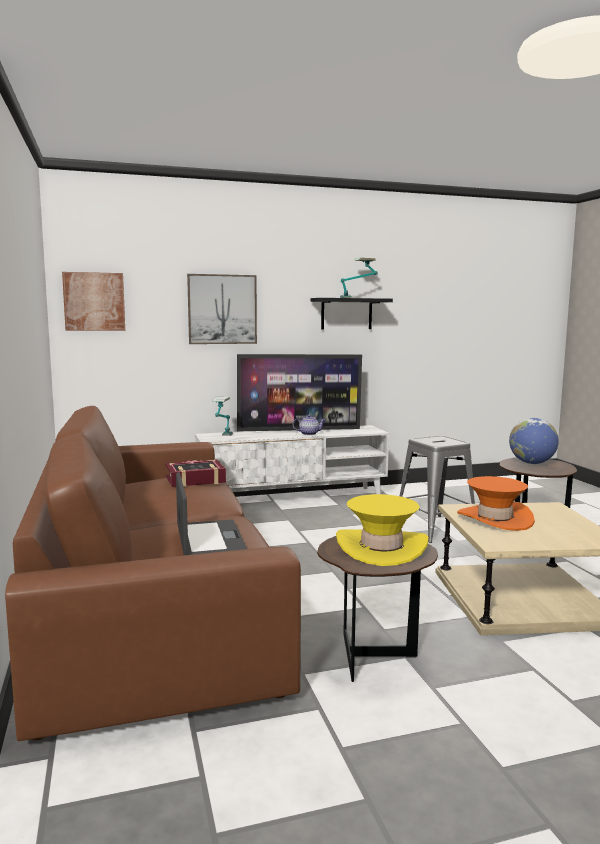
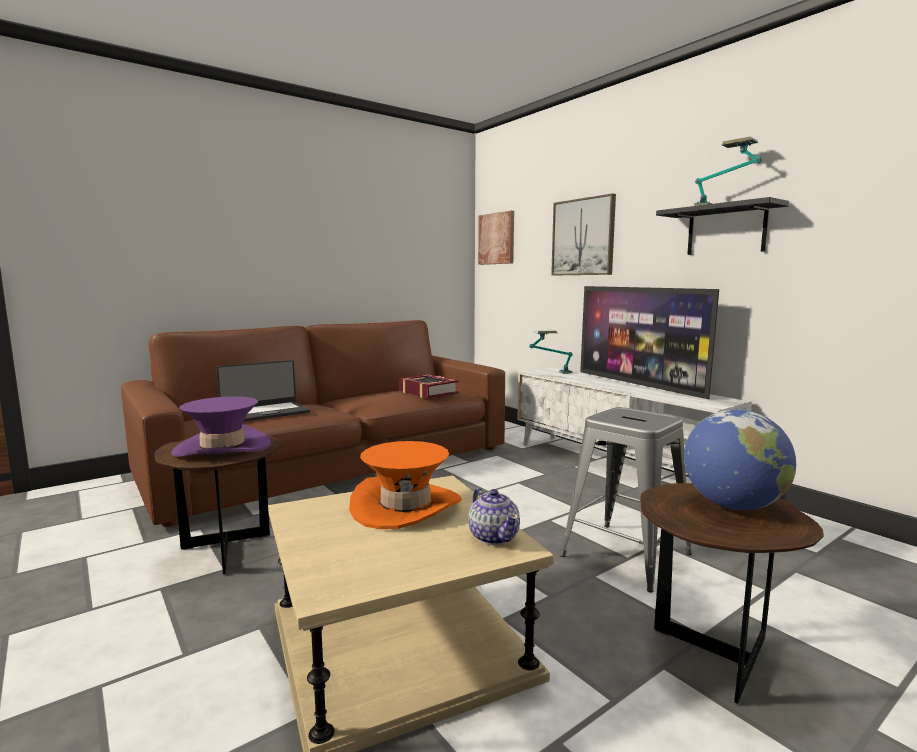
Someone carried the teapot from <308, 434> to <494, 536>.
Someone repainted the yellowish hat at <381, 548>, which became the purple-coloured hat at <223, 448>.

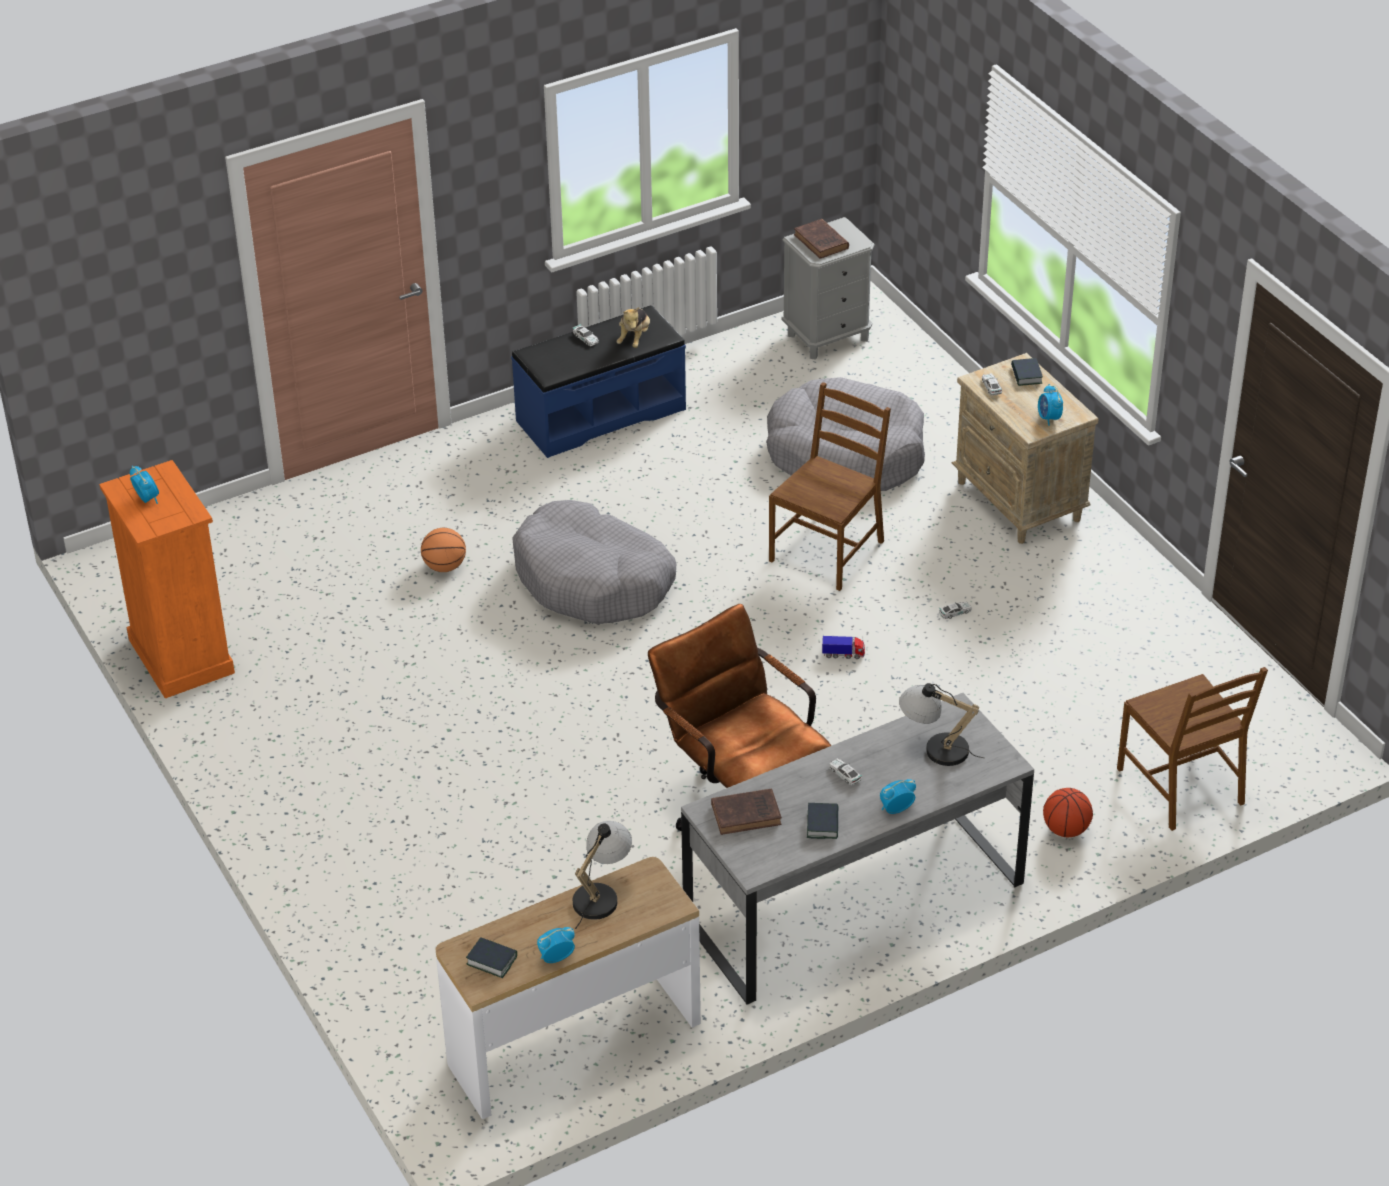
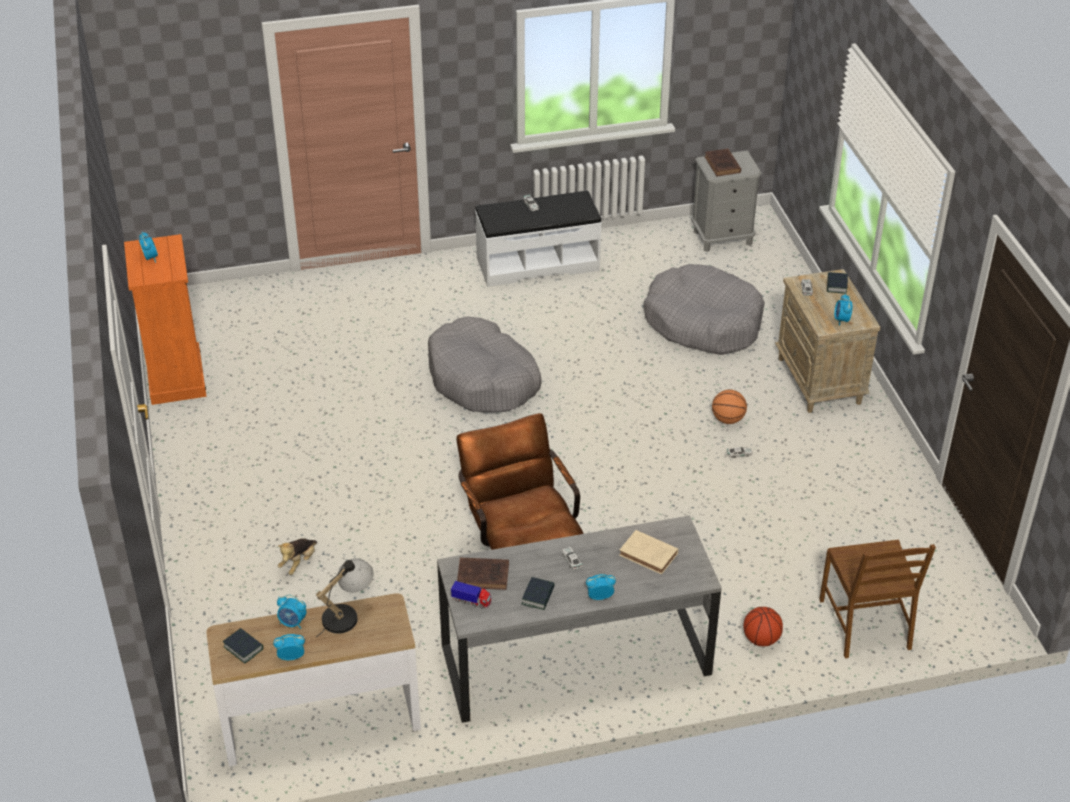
Someone took away the brown-coloured upright chair at <828, 551>.
Someone put down the alarm clock at <292, 623>.
Someone carried the basketball from <444, 567> to <728, 419>.
Someone carried the cuddly toy from <634, 338> to <298, 562>.
Someone carried the toy truck from <843, 654> to <471, 601>.
Someone swapped the lamp for a table at <935, 748> for the beige-coloured bound book at <650, 555>.
Someone repainted the blue indoor bench at <600, 414>, which became the white indoor bench at <537, 263>.

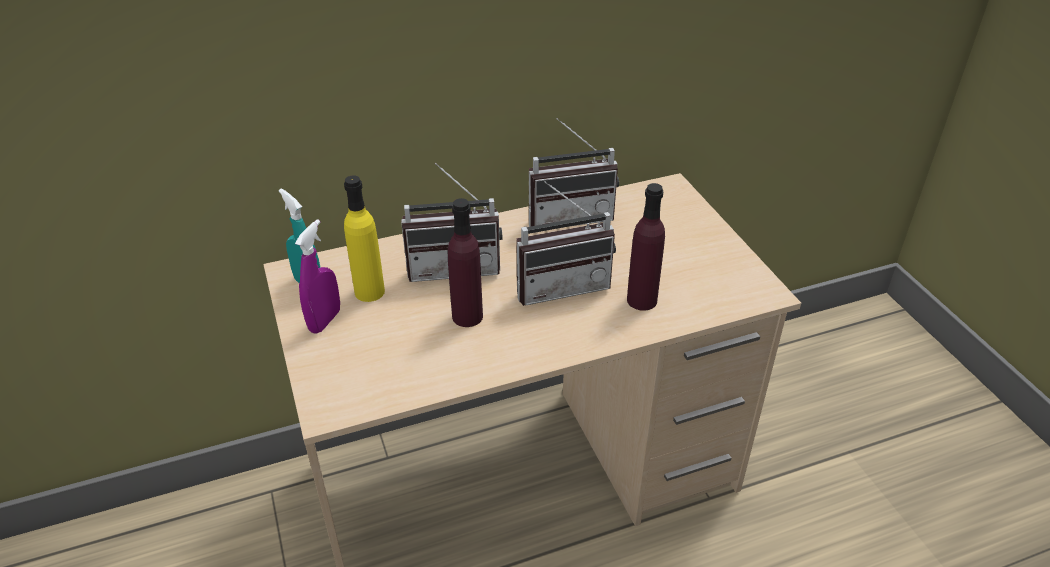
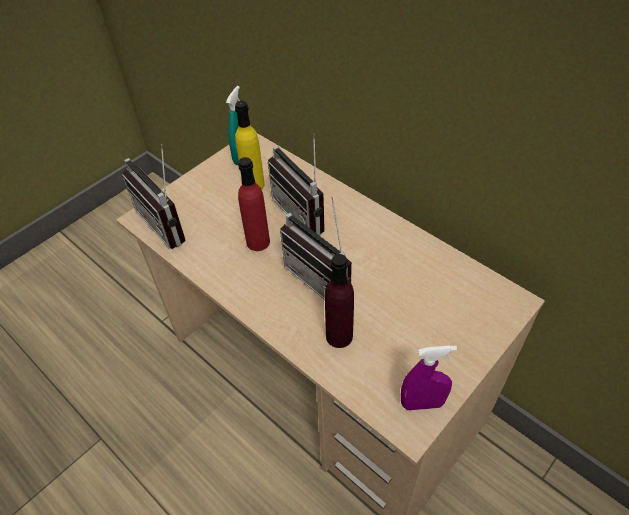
Someone carried the purple-coloured sprayer from <325, 321> to <422, 403>.
Someone carried the radio set from <569, 216> to <169, 223>.
Someone repainted the purple-coloured bottle at <467, 316>, which became the red bottle at <258, 242>.

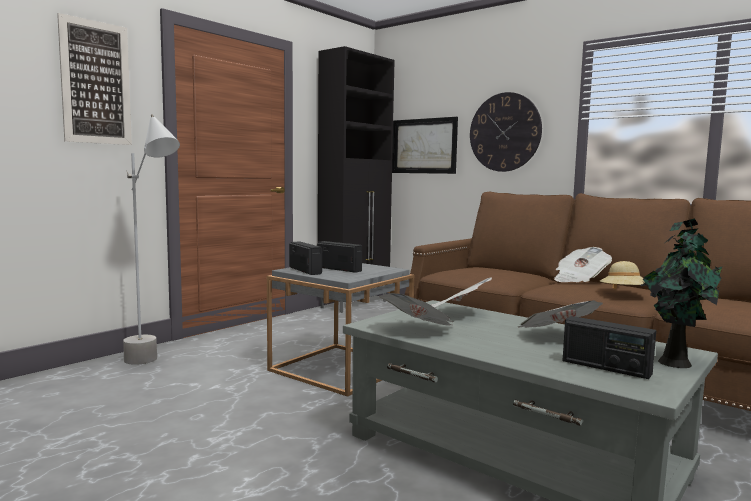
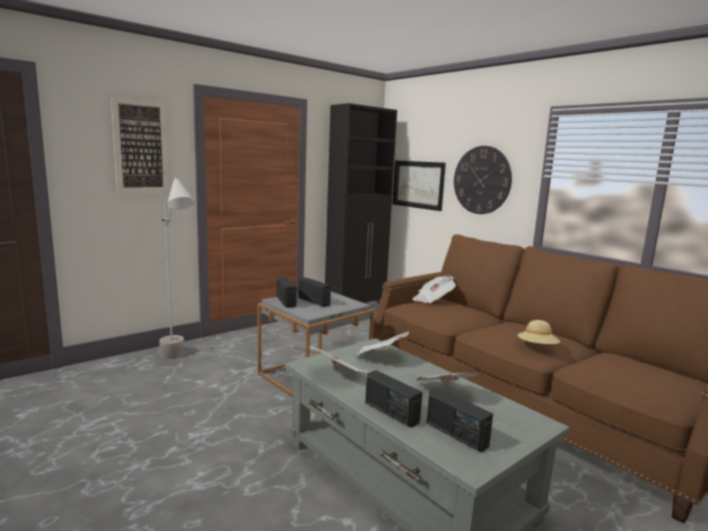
Someone took away the potted plant at <673, 362>.
Someone put down the radio set at <391, 413>.
Someone carried the newspaper from <579, 280> to <432, 300>.

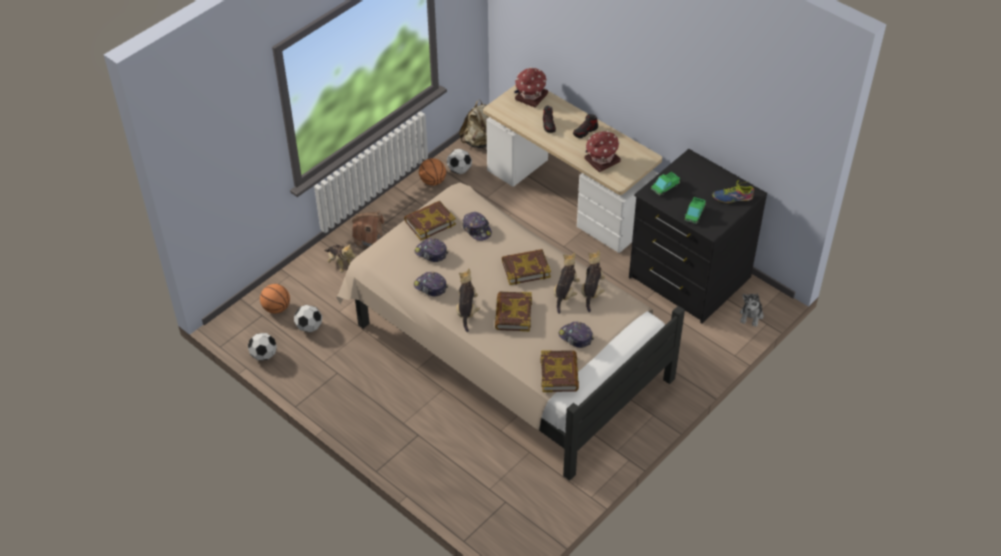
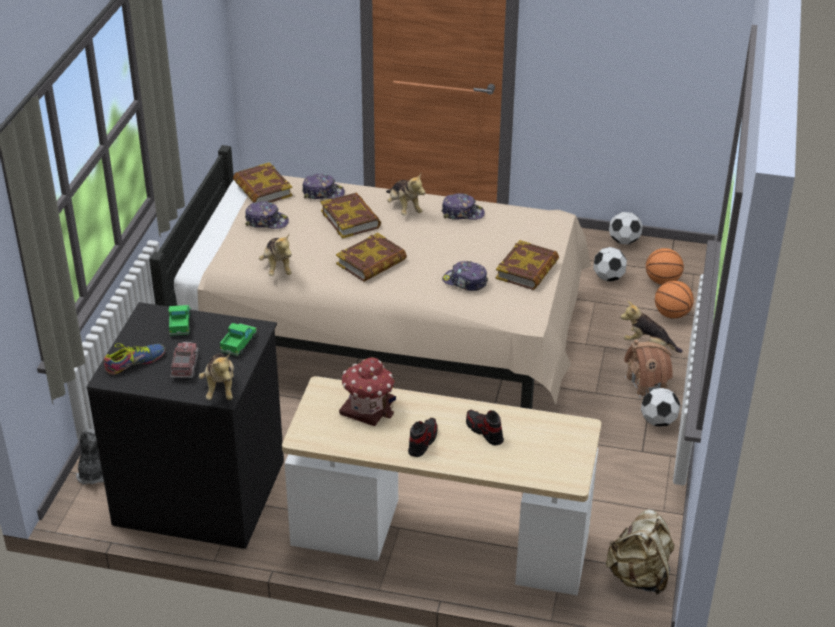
Someone took away the model house at <530, 97>.
Someone put down the toy truck at <185, 366>.
Someone carried the baseball cap from <431, 253> to <323, 193>.
Someone carried the basketball from <433, 181> to <672, 314>.
Someone carried the football ball from <459, 170> to <658, 421>.
Someone carried the cuddly toy from <565, 293> to <220, 388>.

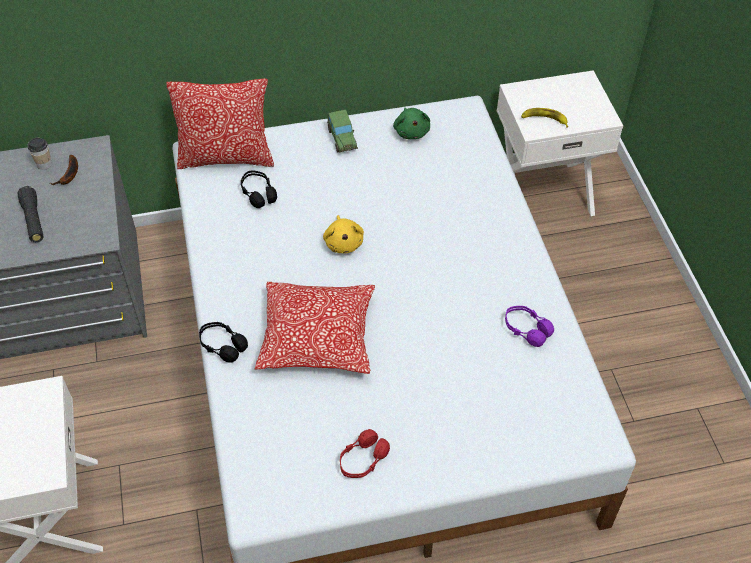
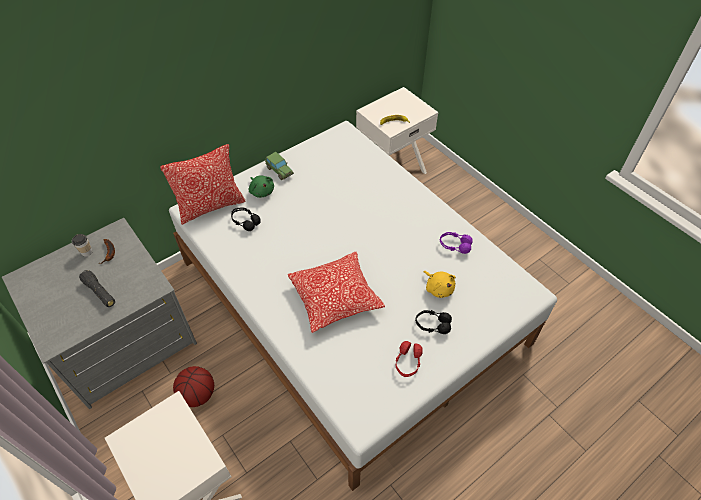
Someone put down the basketball at <197, 394>.
Someone carried the black-coloured headset from <222, 346> to <432, 325>.
Someone carried the yellowish cuddly toy from <344, 242> to <438, 288>.
Someone carried the green cuddly toy from <411, 131> to <261, 191>.

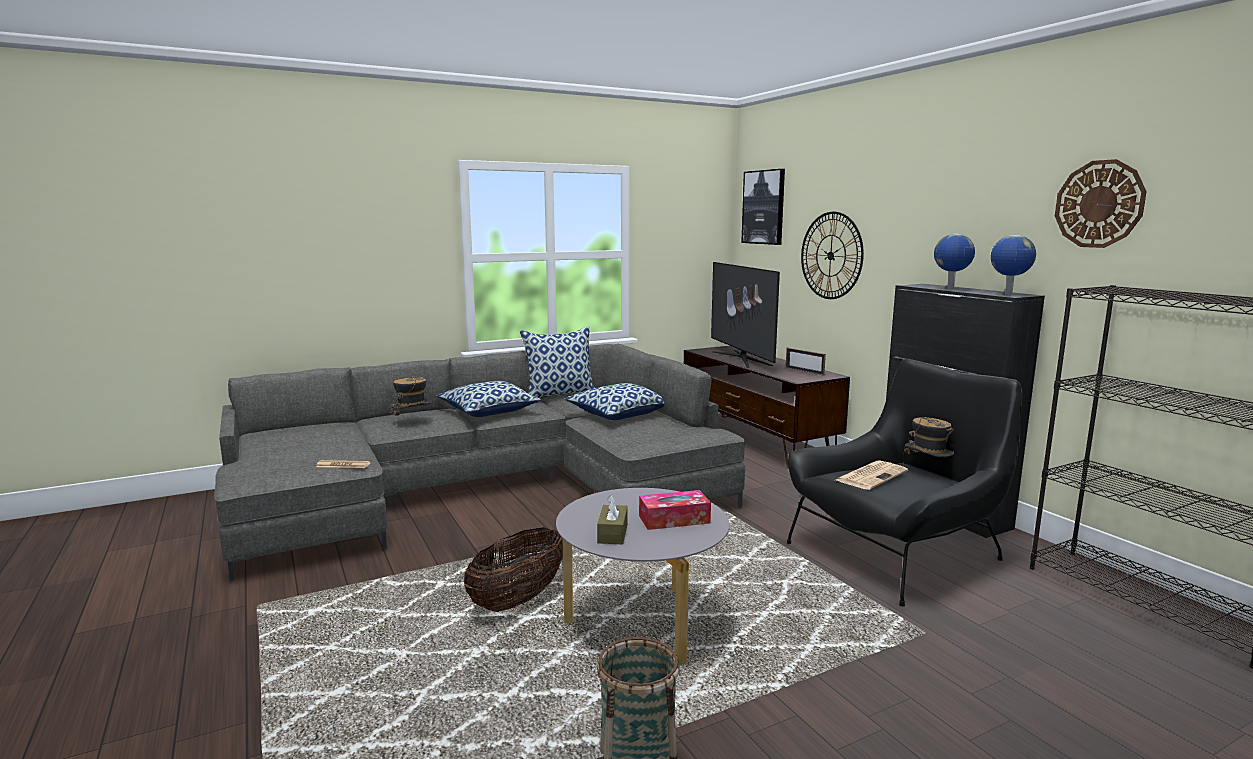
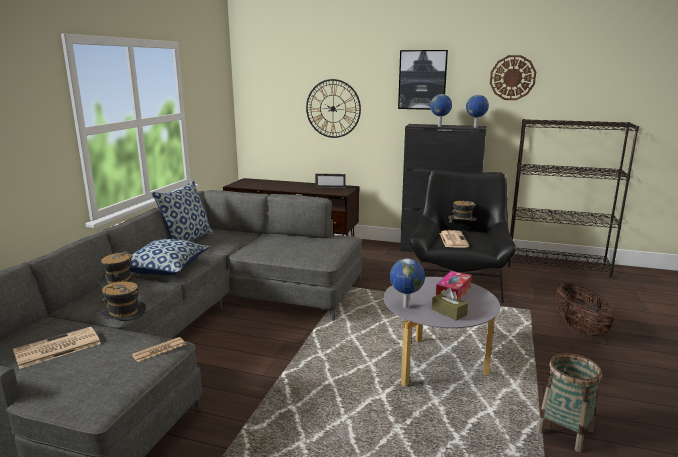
Someone took away the throw pillow at <618, 414>.
Someone took away the TV at <741, 358>.
Someone put down the newspaper at <56, 348>.
Someone put down the hat at <126, 332>.
Someone put down the globe at <405, 306>.
Someone carried the household basket from <518, 600> to <579, 328>.
Someone carried the wall art from <764, 207> to <422, 80>.

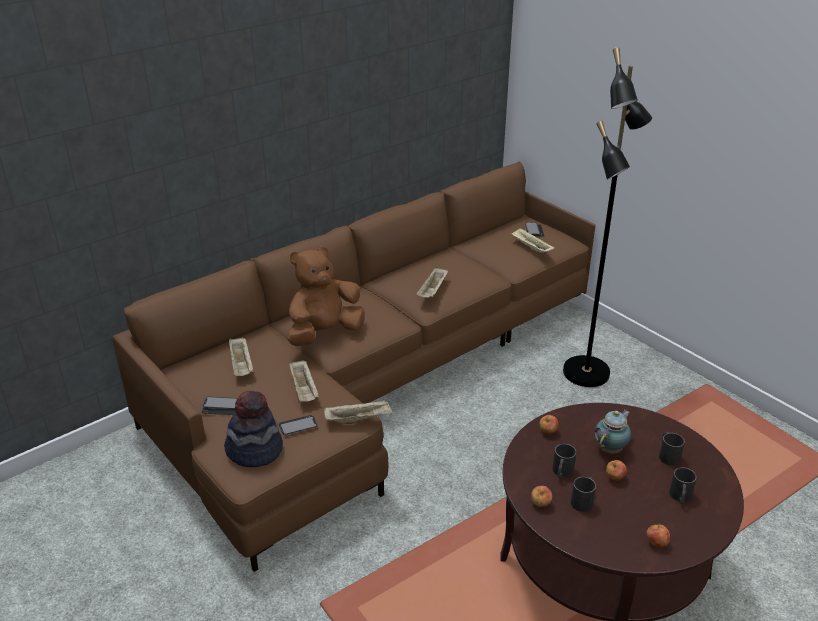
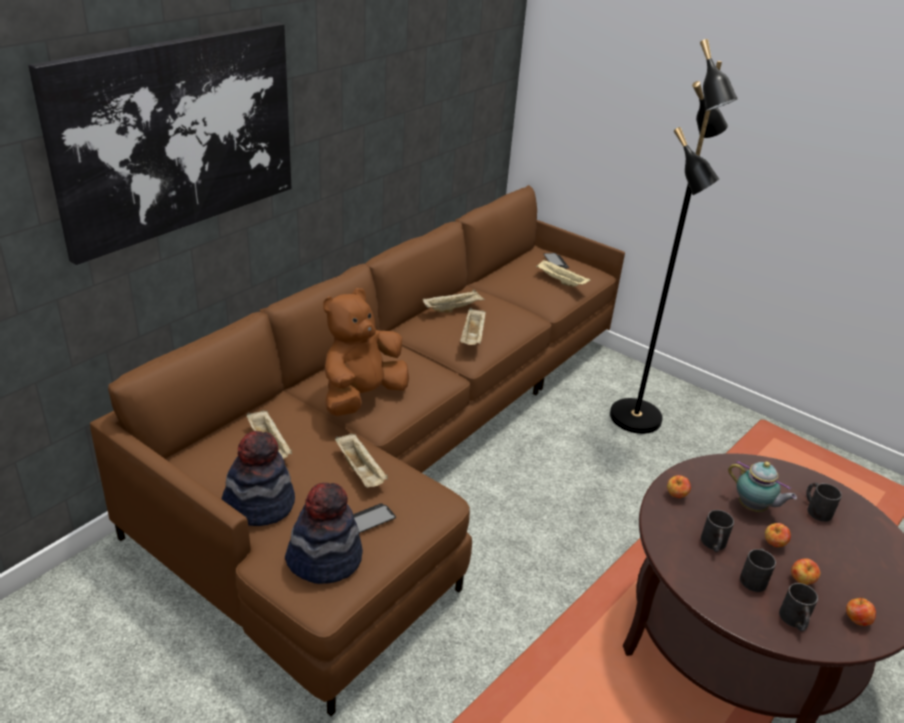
Someone put up the wall art at <178, 135>.
Someone carried the beige-coloured serving tray from <359, 419> to <453, 309>.
Someone carried the apple fruit from <540, 504> to <801, 580>.
Someone carried the black-coloured tea mug from <680, 497> to <795, 621>.
Someone swapped the handset at <220, 407> for the hat at <259, 504>.
Someone rotated the teapot at <611, 448> by 105 degrees clockwise.

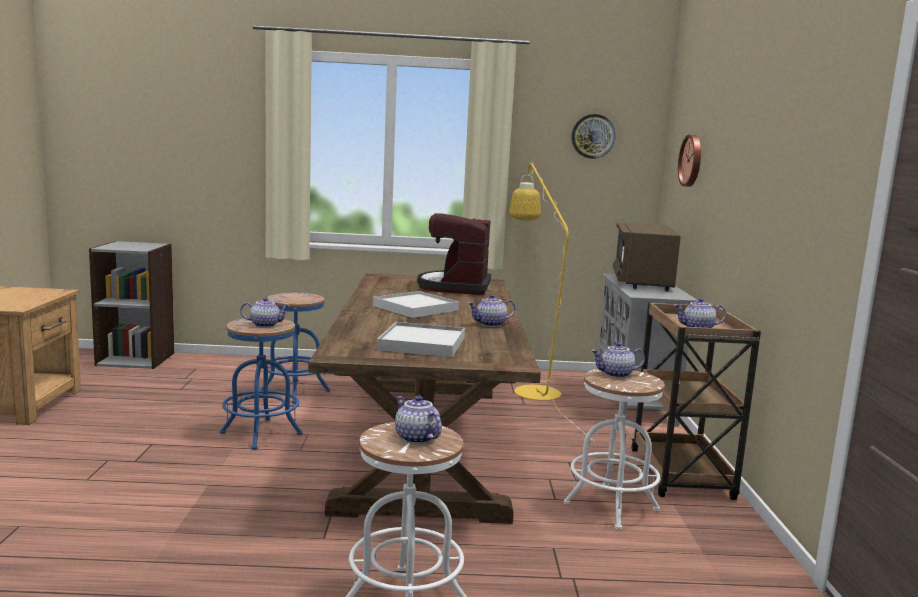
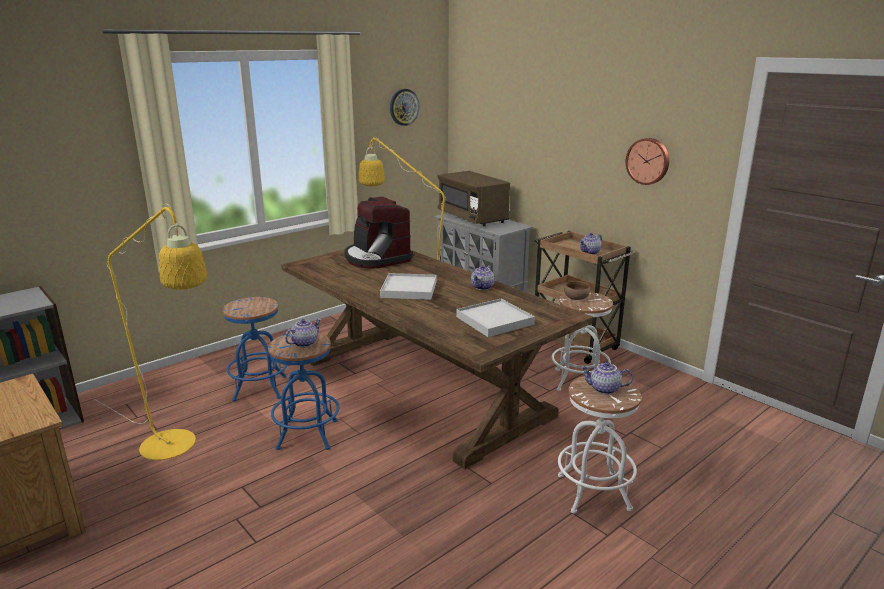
Someone put down the yellowish floor lamp at <176, 449>.
Someone carried the hanging clock from <692, 160> to <648, 161>.
Someone swapped the teapot at <616, 375> for the brown-coloured bowl at <576, 298>.

